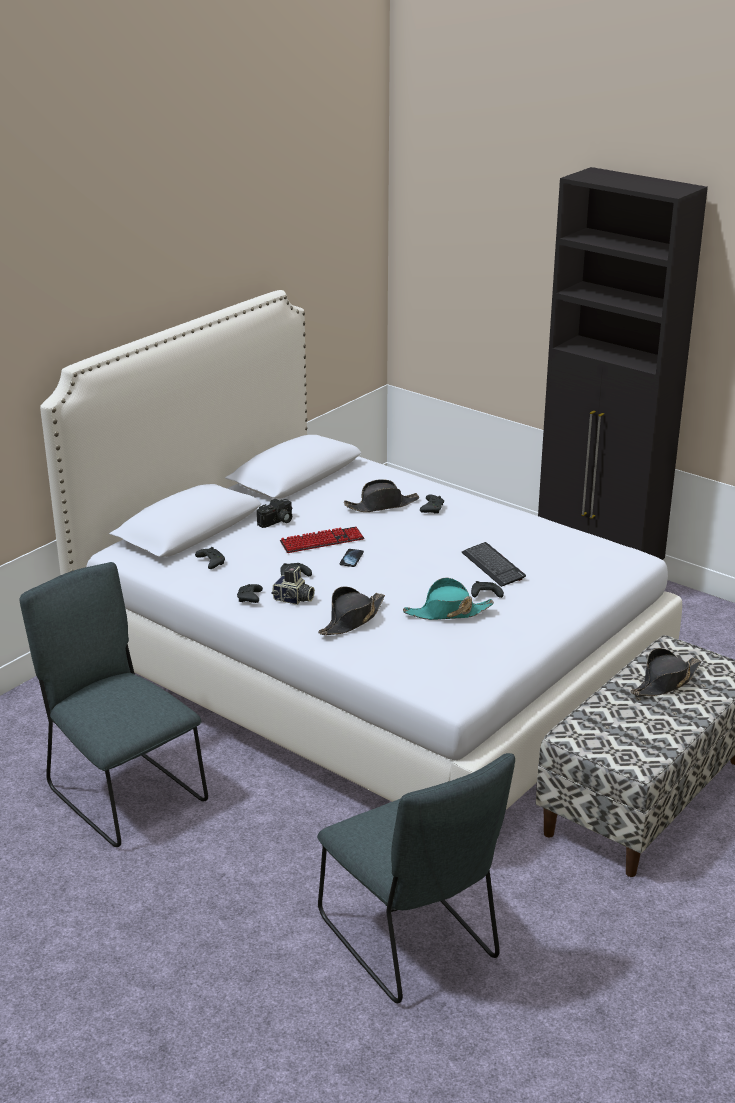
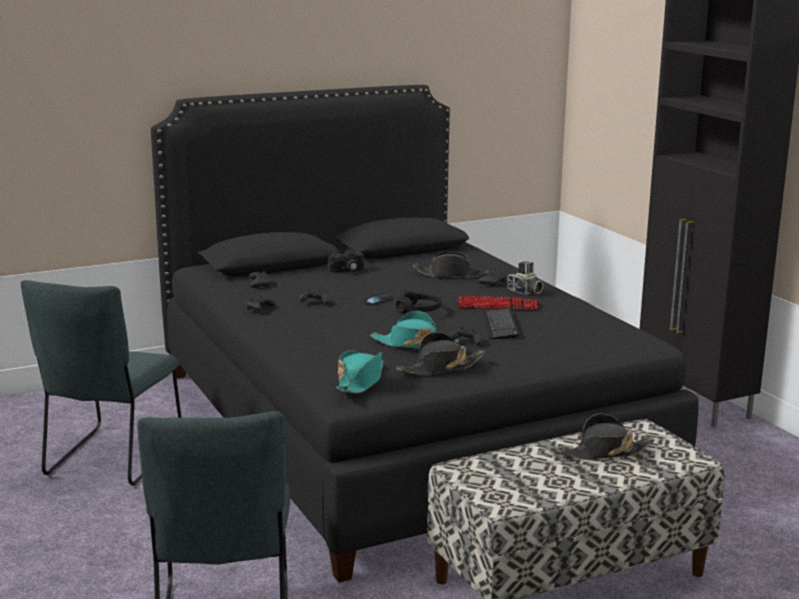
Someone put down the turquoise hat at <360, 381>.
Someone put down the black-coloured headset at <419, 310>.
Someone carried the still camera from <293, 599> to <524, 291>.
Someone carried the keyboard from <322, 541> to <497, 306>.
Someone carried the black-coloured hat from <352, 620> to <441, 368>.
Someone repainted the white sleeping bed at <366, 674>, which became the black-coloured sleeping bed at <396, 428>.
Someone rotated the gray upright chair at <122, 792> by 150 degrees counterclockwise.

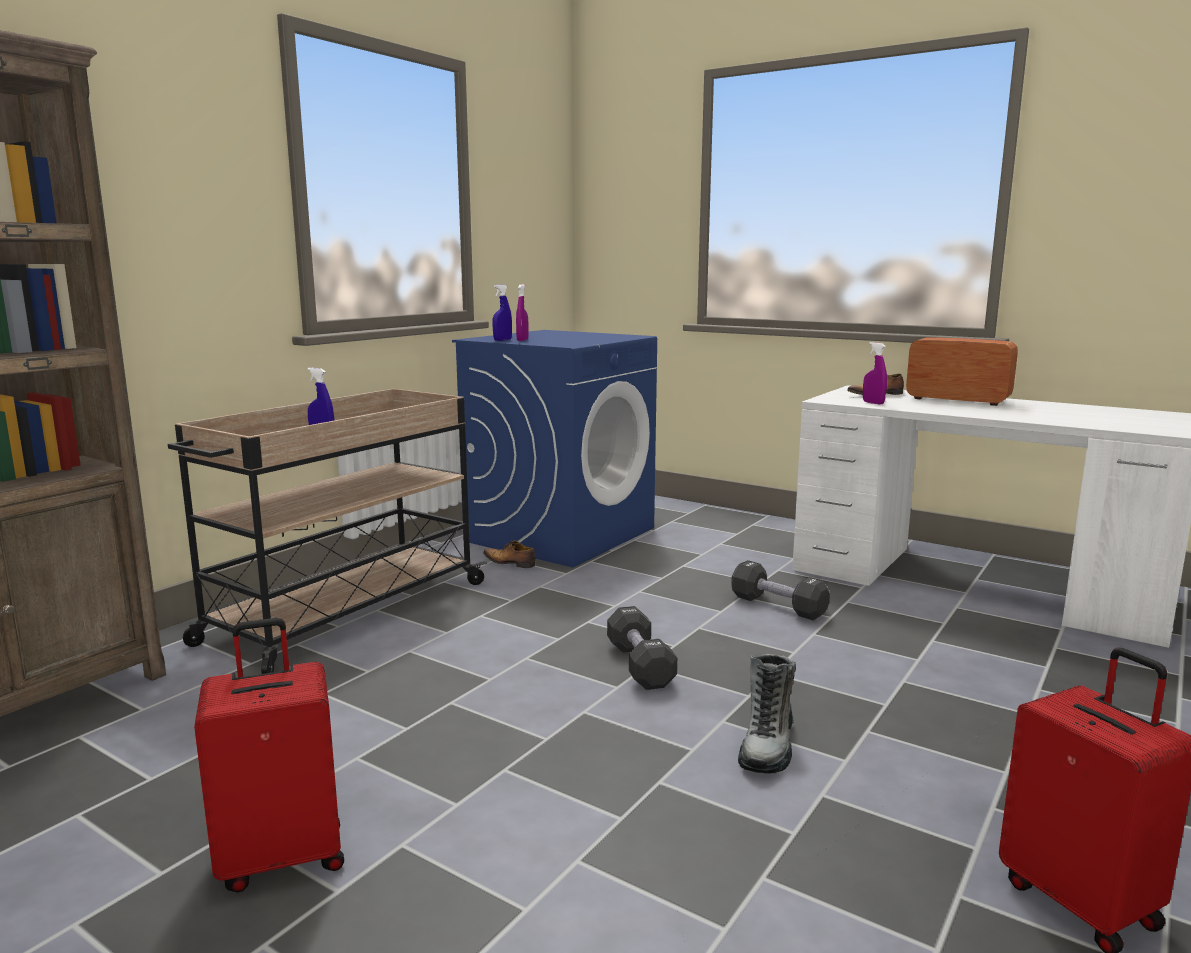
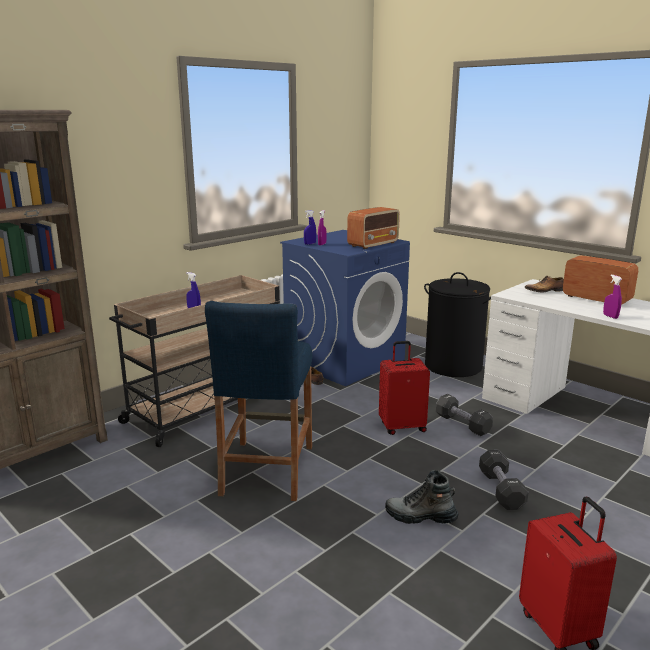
Someone put down the blue stool at <266, 469>.
Someone put down the radio set at <373, 244>.
Someone put down the black-coloured laundry basket at <453, 366>.
Someone carried the red piece of luggage from <282, 857> to <402, 427>.
Someone carried the black-coloured dumbbell from <640, 665> to <501, 490>.
Someone carried the purple-coloured sprayer from <873, 403> to <610, 316>.
Someone rotated the boot at <767, 746> by 75 degrees clockwise.

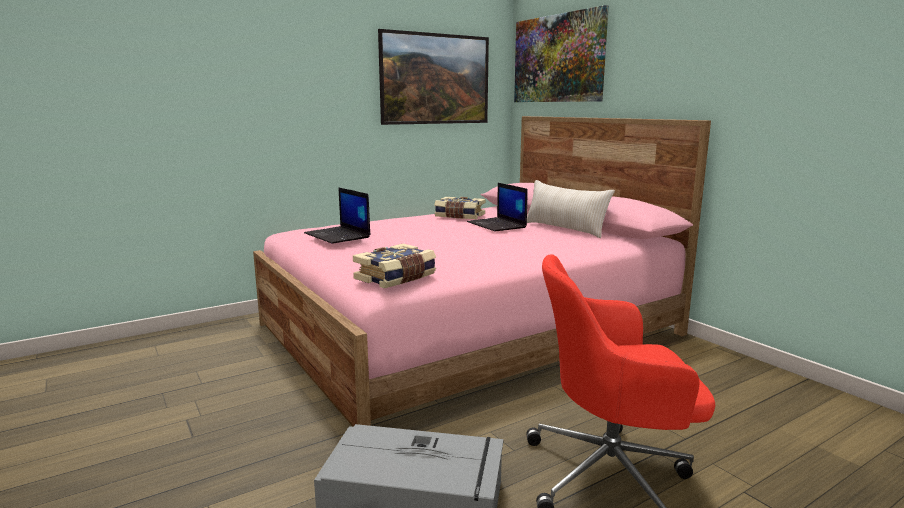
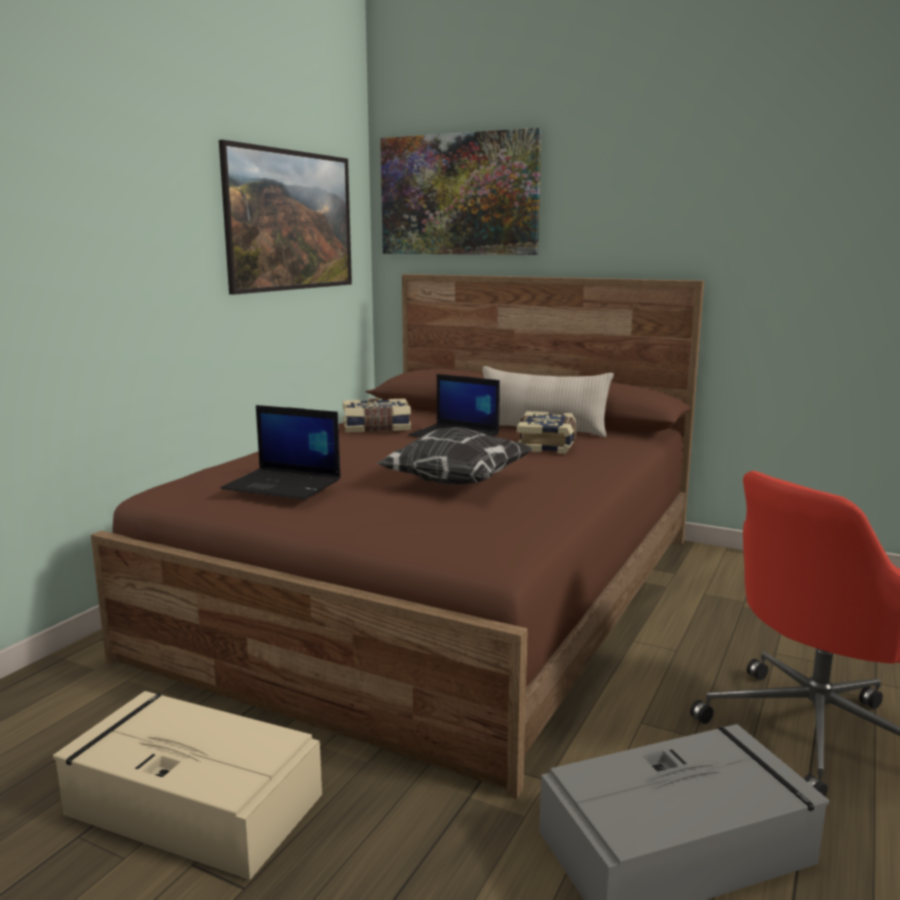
Someone put down the beige-coloured storage container at <191, 803>.
Someone put down the throw pillow at <454, 483>.
Someone carried the bound book from <396, 278> to <548, 445>.
Someone repainted the pink-coloured sleeping bed at <470, 329>, which became the brown-coloured sleeping bed at <445, 591>.

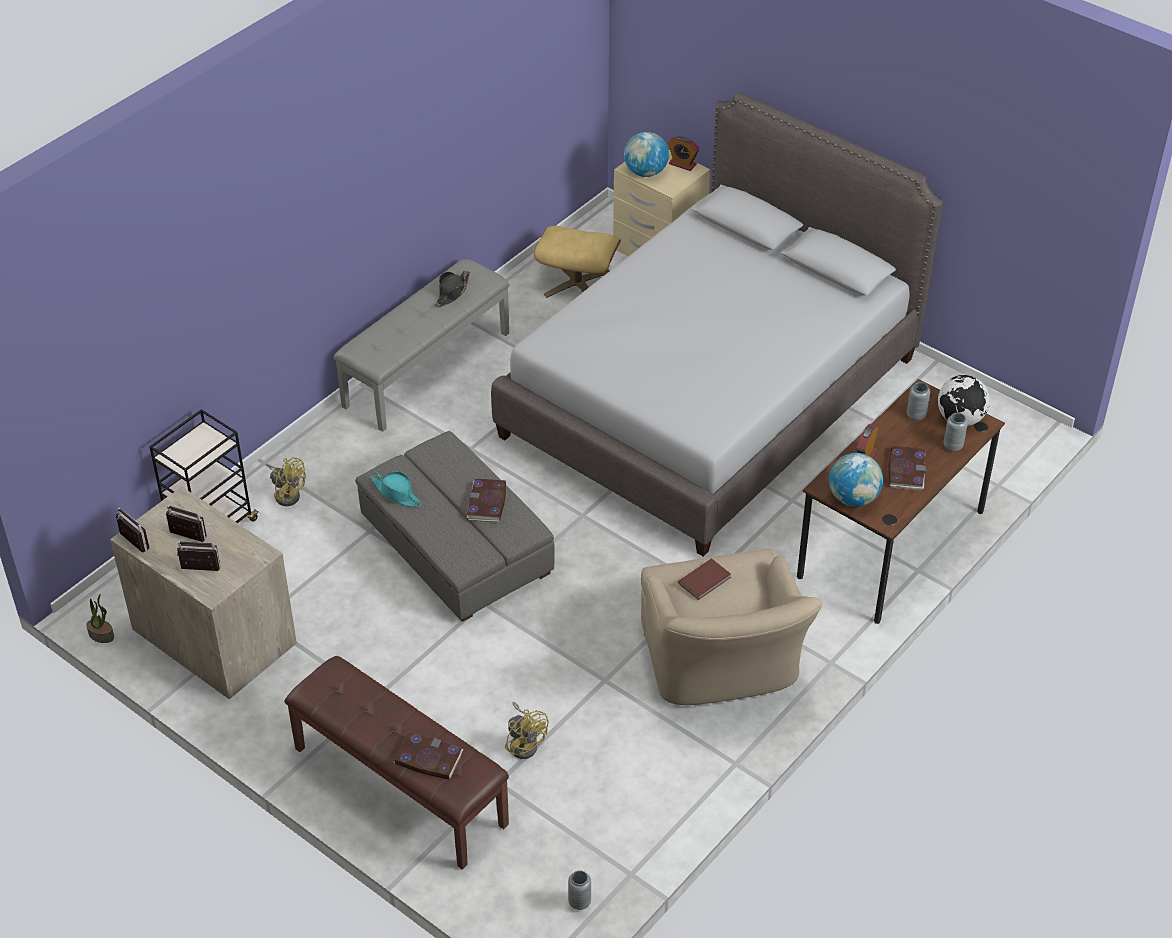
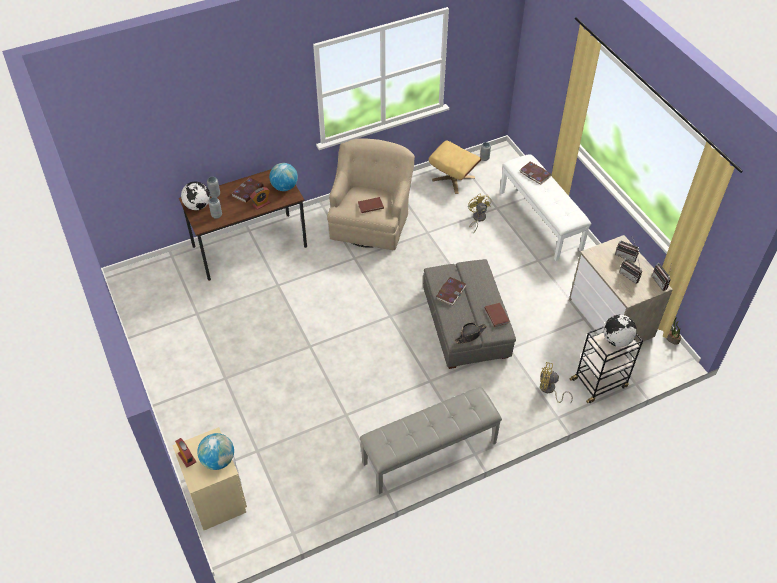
Someone took away the gray sleeping bed at <710, 396>.
Someone put down the globe at <616, 340>.
Someone carried the black-coloured hat from <452, 292> to <470, 335>.
Someone carried the beige-coloured ottoman from <577, 284> to <453, 178>.
Someone swapped the turquoise hat at <396, 493> for the brown-coloured bound book at <497, 315>.
Someone repainted the brown-coloured indoor bench at <399, 786>, which became the white indoor bench at <541, 220>.
Someone rotated the yellowish cooling fan at <287, 493> by 45 degrees counterclockwise.

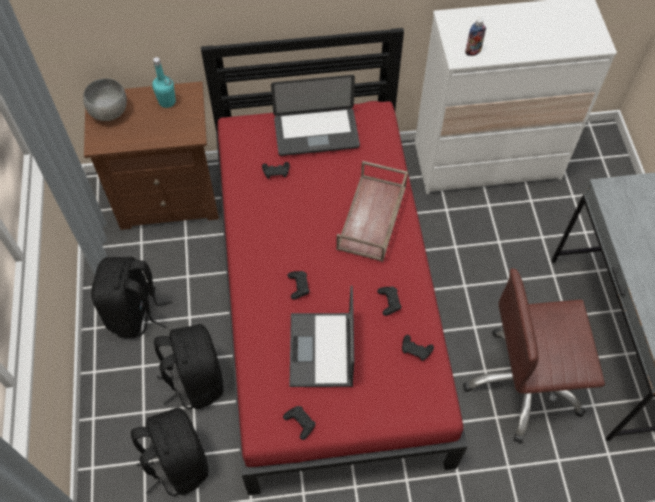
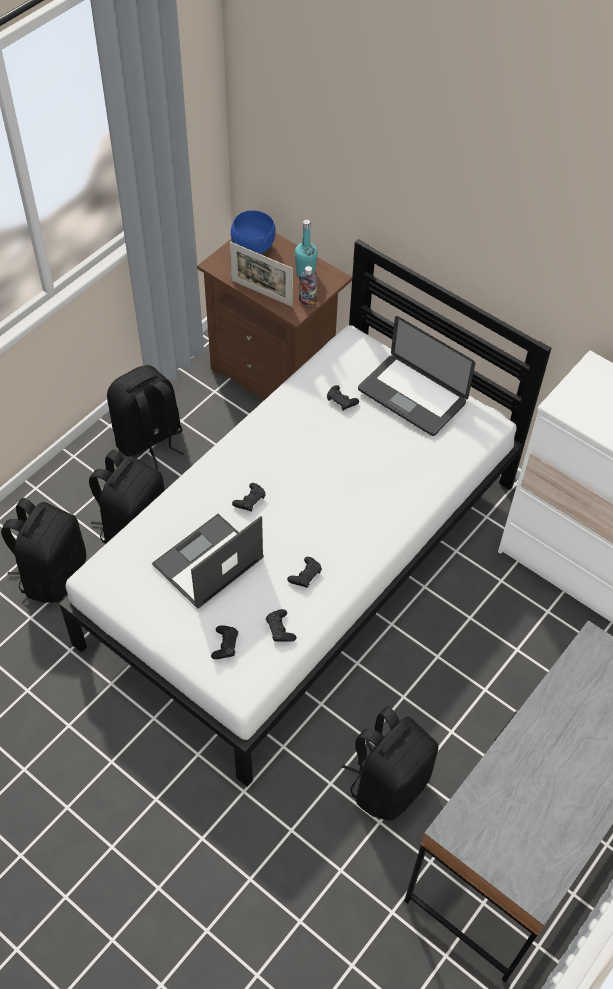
Someone took away the brown-coloured serving tray at <372, 218>.
Someone put down the picture frame at <261, 293>.
Someone carried the black-coloured gamepad from <300, 423> to <225, 645>.
Someone carried the bottle from <473, 52> to <307, 301>.
Someone swapped the brown-coloured computer chair at <524, 384> for the black-coloured knapsack at <388, 783>.
Someone repainted the gray bowl at <110, 111>, which became the blue bowl at <254, 247>.
Someone repainted the red sleeping bed at <328, 300>, which became the white sleeping bed at <304, 562>.

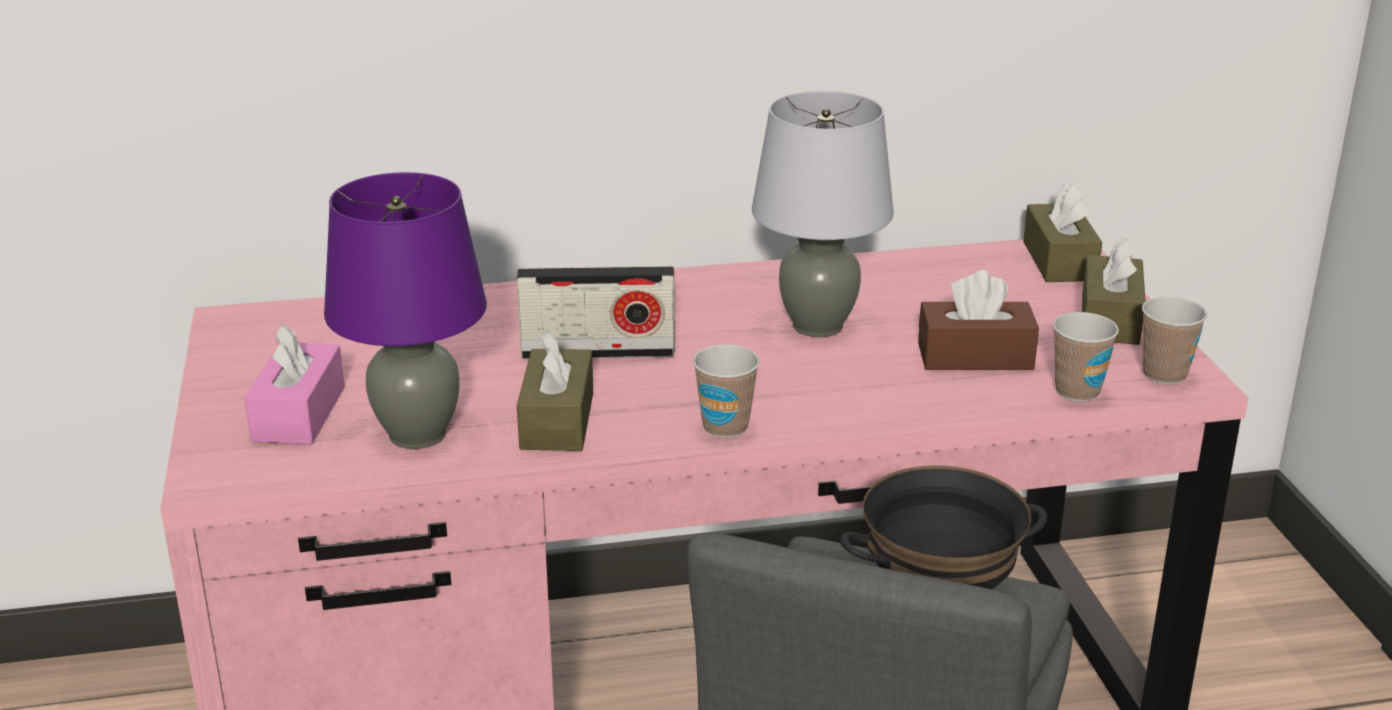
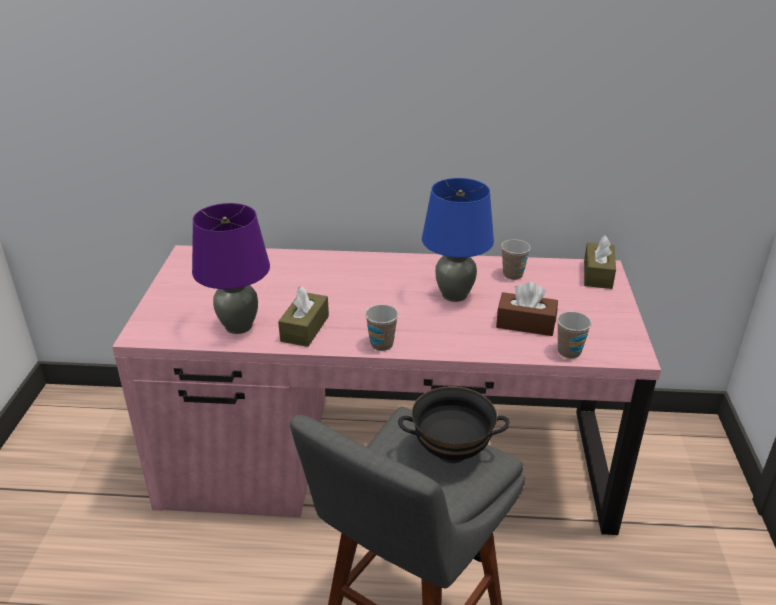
Someone took away the pink-coloured box of tissues at <299, 414>.
Someone took away the radio set at <598, 351>.
Someone took away the brown-coloured box of tissues at <1110, 319>.
Someone carried the cup from <1164, 374> to <512, 275>.
Someone repainted the gray lamp for a table at <818, 326>, which became the blue lamp for a table at <455, 295>.

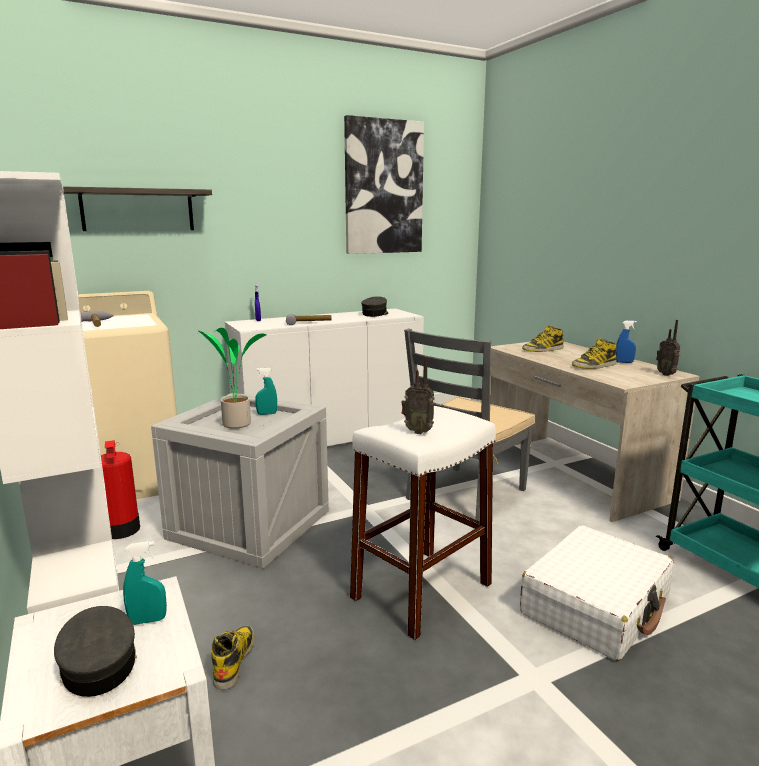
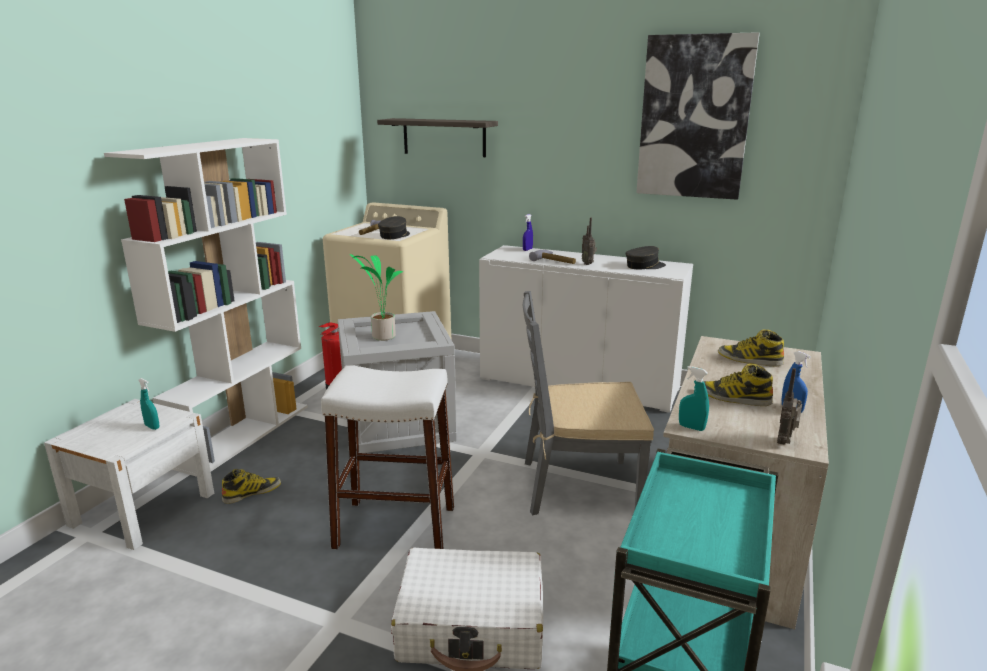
Someone carried the gray baseball cap from <98, 664> to <394, 235>.
Someone carried the turquoise sprayer from <267, 414> to <691, 427>.
Someone carried the radio set from <418, 431> to <588, 264>.

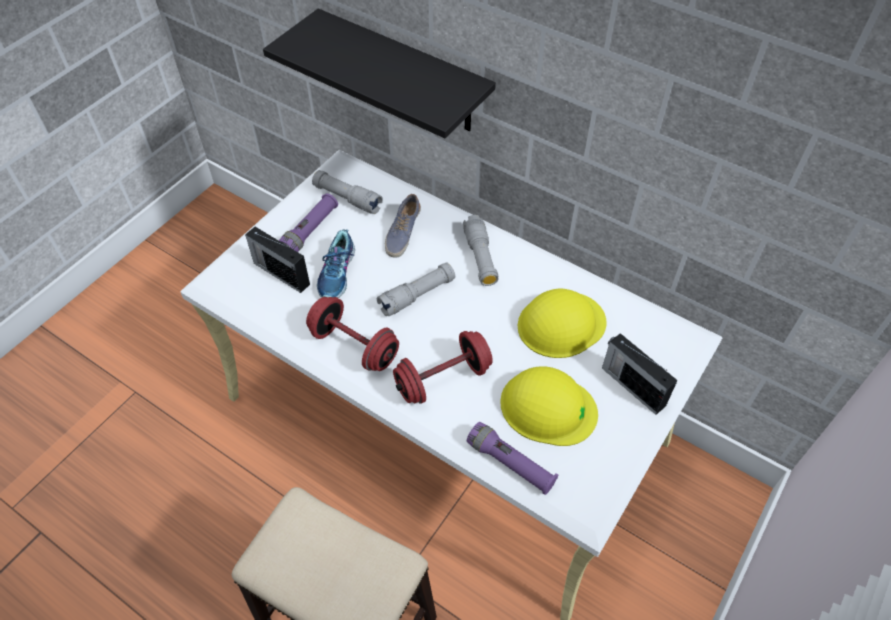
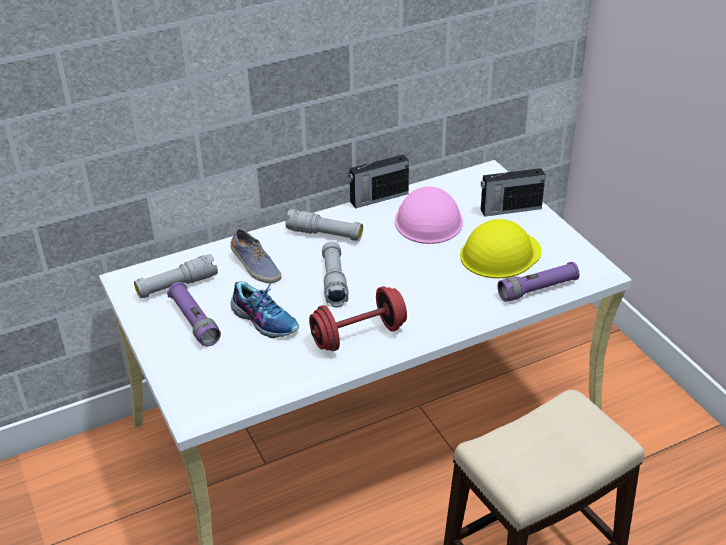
Someone took away the black-coloured shelf at <404, 73>.
Someone took away the red dumbbell at <443, 379>.
Someone carried the radio set from <280, 273> to <378, 198>.
Someone repainted the yellowish hard hat at <561, 324>, which became the pink-coloured hard hat at <428, 219>.

